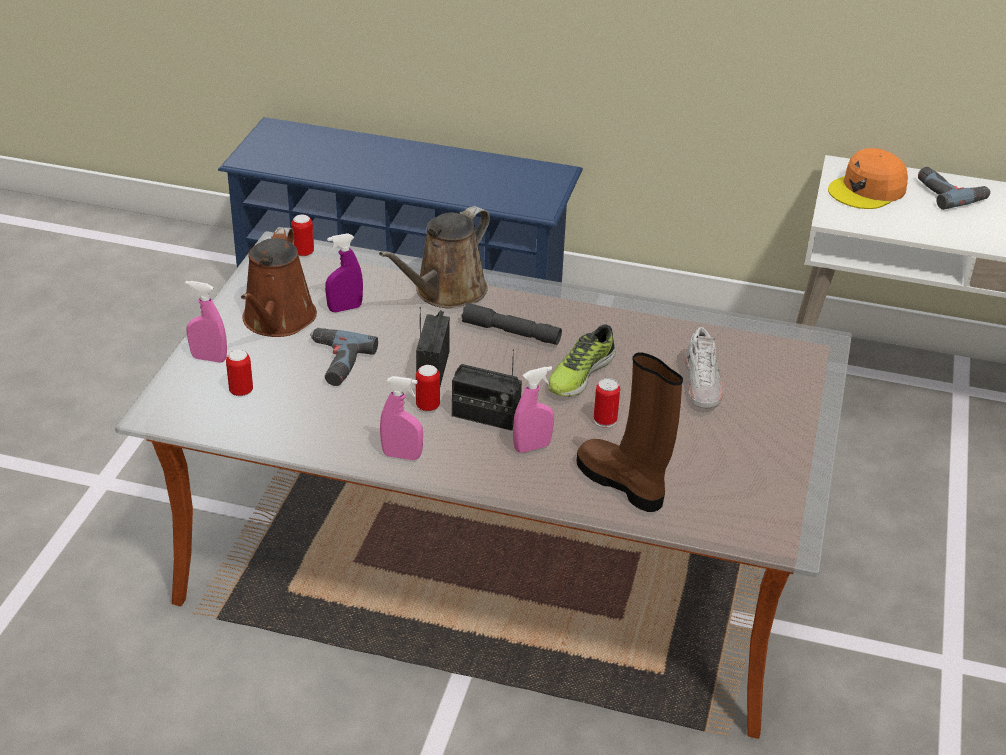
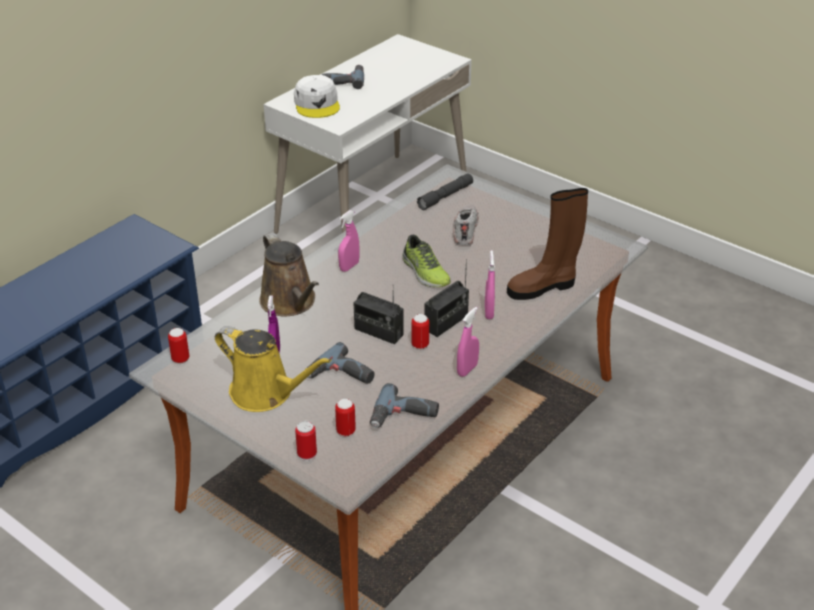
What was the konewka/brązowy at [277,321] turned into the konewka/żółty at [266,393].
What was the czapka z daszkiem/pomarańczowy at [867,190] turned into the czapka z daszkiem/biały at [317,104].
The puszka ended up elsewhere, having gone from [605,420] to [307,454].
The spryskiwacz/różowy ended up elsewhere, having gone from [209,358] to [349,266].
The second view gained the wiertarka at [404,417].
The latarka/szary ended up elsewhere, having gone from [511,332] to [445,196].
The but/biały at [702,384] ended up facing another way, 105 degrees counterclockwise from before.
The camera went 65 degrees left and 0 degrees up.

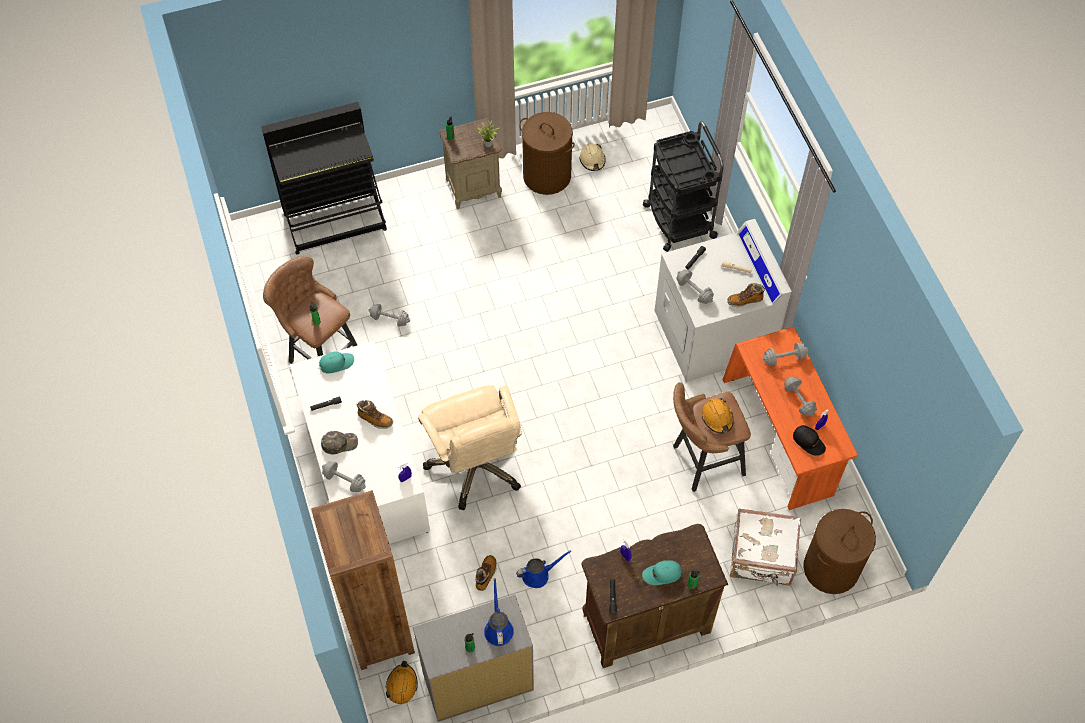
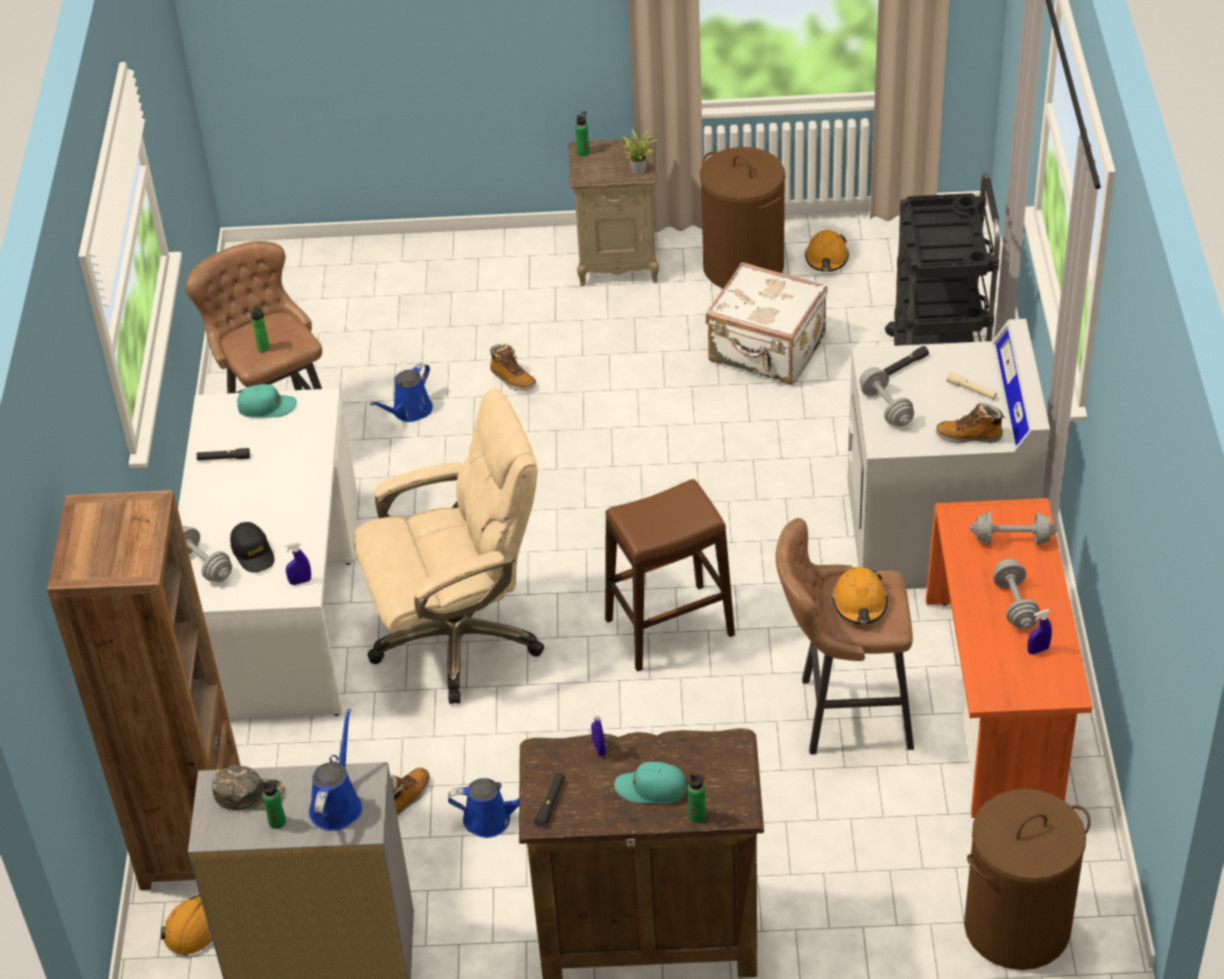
The czapka z daszkiem/zielony ended up elsewhere, having gone from [339,443] to [249,793].
The czapka z daszkiem/czarny ended up elsewhere, having gone from [808,442] to [253,552].
The krzesło biurowe/beżowy at [475,464] ended up facing another way, 105 degrees counterclockwise from before.
Where the hantel/szary stood at [390,319], the konewka/niebieski came to stand at [409,411].
The but z cholewką ended up elsewhere, having gone from [375,419] to [512,379].
The second view gained the stołek/brązowy at [669,628].
The walizka/biały ended up elsewhere, having gone from [762,558] to [766,351].
What was the kask/beżowy at [592,160] turned into the kask/pomarańczowy at [826,258].
The second view lost the regał na buty/czarny at [336,224].
The camera went 20 degrees right and 15 degrees down.

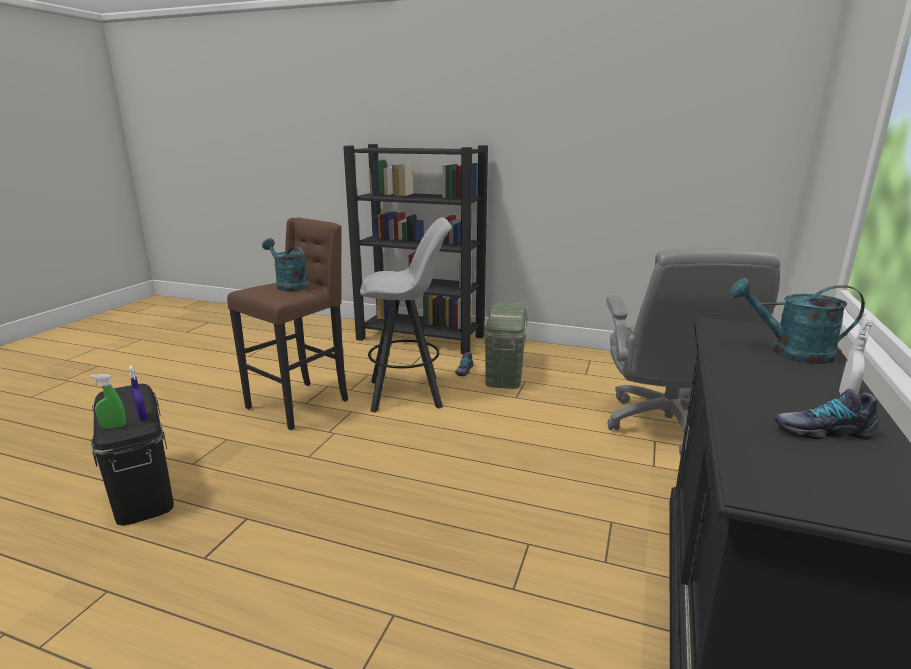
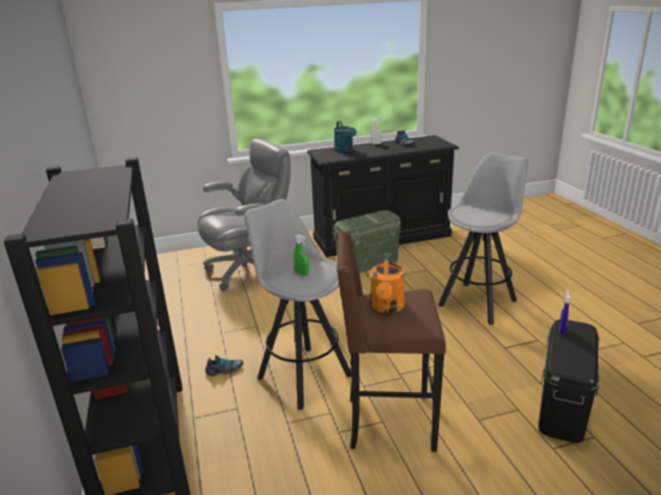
The spryskiwacz/zielony ended up elsewhere, having gone from [113,427] to [302,273].
The pojemnik do przechowywania/zielony ended up elsewhere, having gone from [505,372] to [368,263].
What was the konewka/turkusowy at [288,285] turned into the konewka/pomarańczowy at [387,308].
The second view gained the stołek/szary at [479,302].
The camera went 125 degrees left and 5 degrees up.

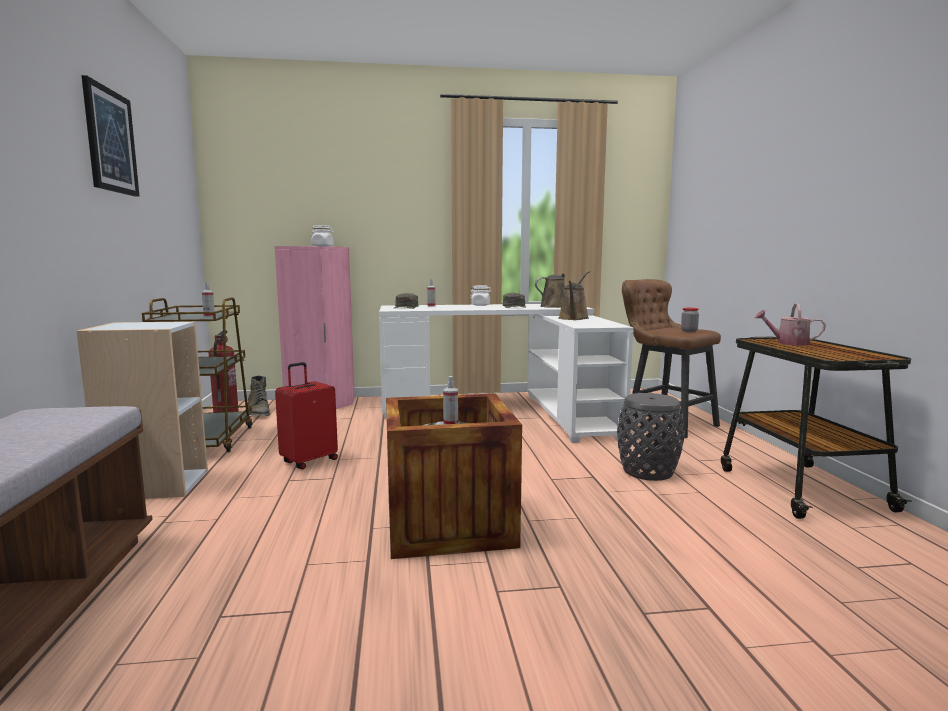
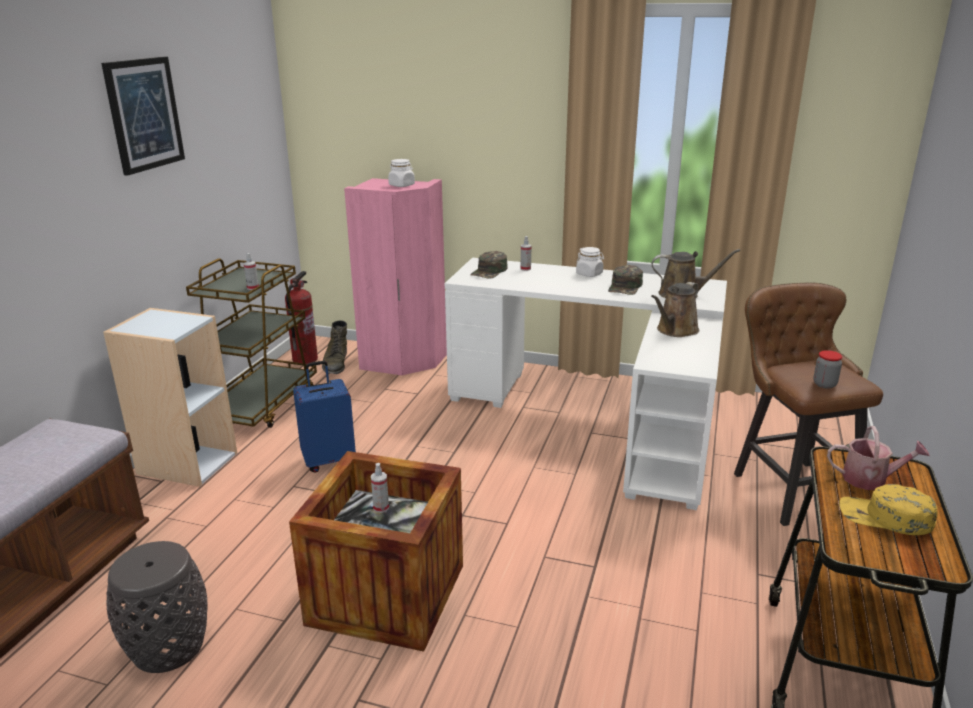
The stołek/szary ended up elsewhere, having gone from [647,471] to [168,647].
What was the walizka/czerwony at [309,461] turned into the walizka/niebieski at [329,460].
The konewka at [787,343] ended up facing another way, 150 degrees clockwise from before.
The second view gained the czapka z daszkiem/żółty at [885,517].
The camera went 25 degrees right and 15 degrees up.

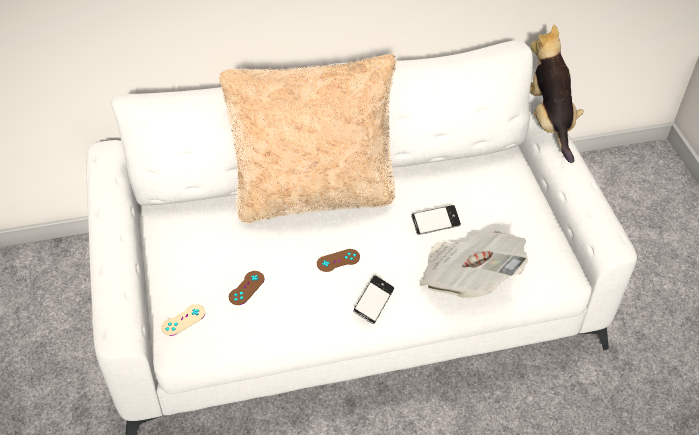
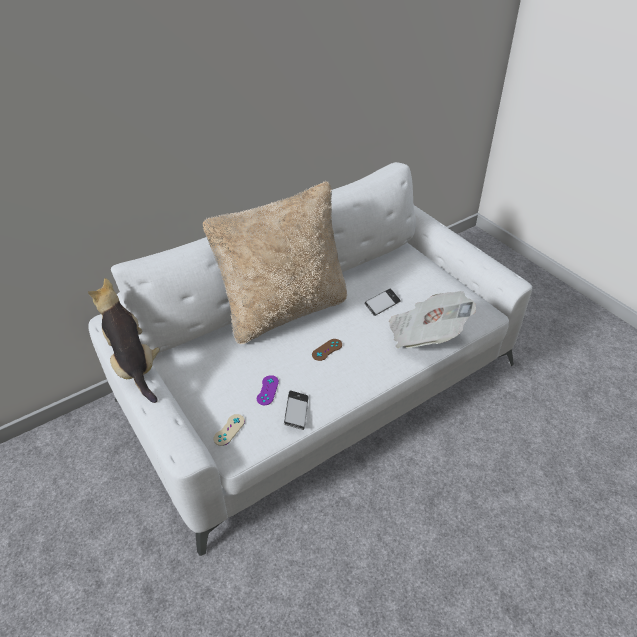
The pluszak ended up elsewhere, having gone from [549,121] to [134,365].
What was the pad do gier/brązowy at [246,288] turned into the pad do gier/fioletowy at [267,390].
The telefon ended up elsewhere, having gone from [373,302] to [296,412].
The camera went 20 degrees left and 5 degrees down.

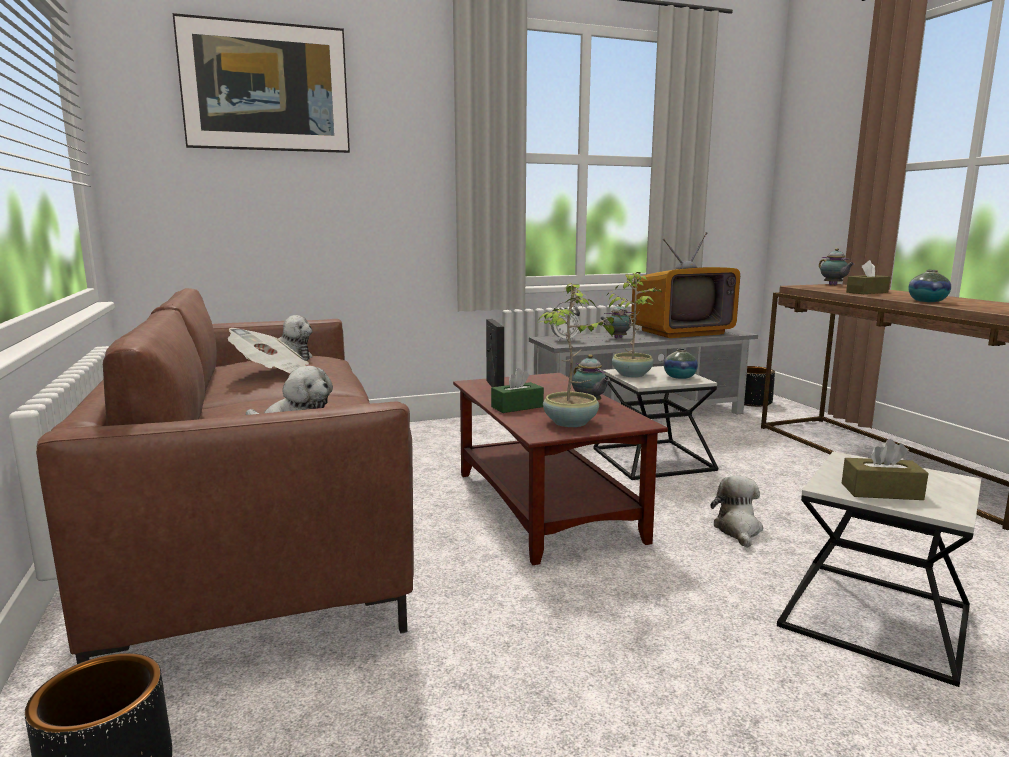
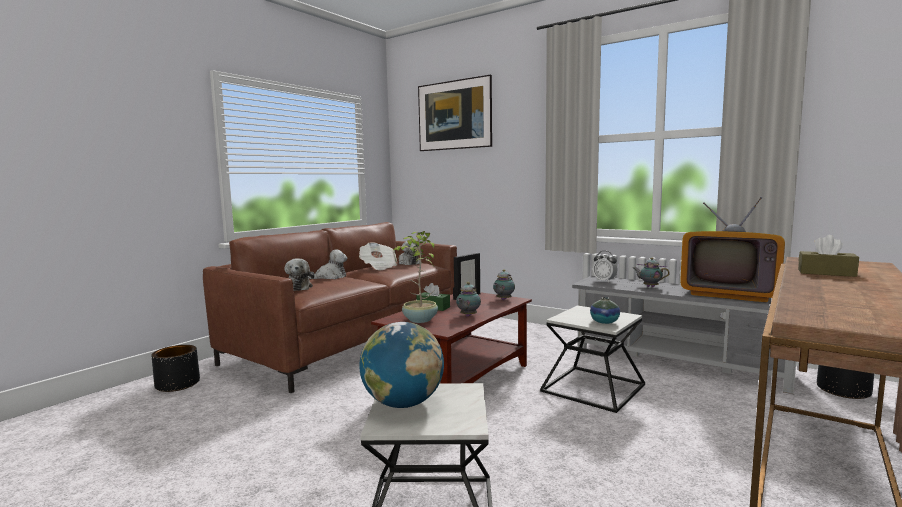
The pluszak ended up elsewhere, having gone from [738,530] to [330,277].
Where the pudełko chusteczek/brązowy stood at [881,491], the globus came to stand at [403,403].
The imbryk ended up elsewhere, having gone from [833,285] to [503,299].
The second view lost the roślina doniczkowa at [632,374].
The second view lost the wazon at [927,301].
The camera went 55 degrees right and 5 degrees down.

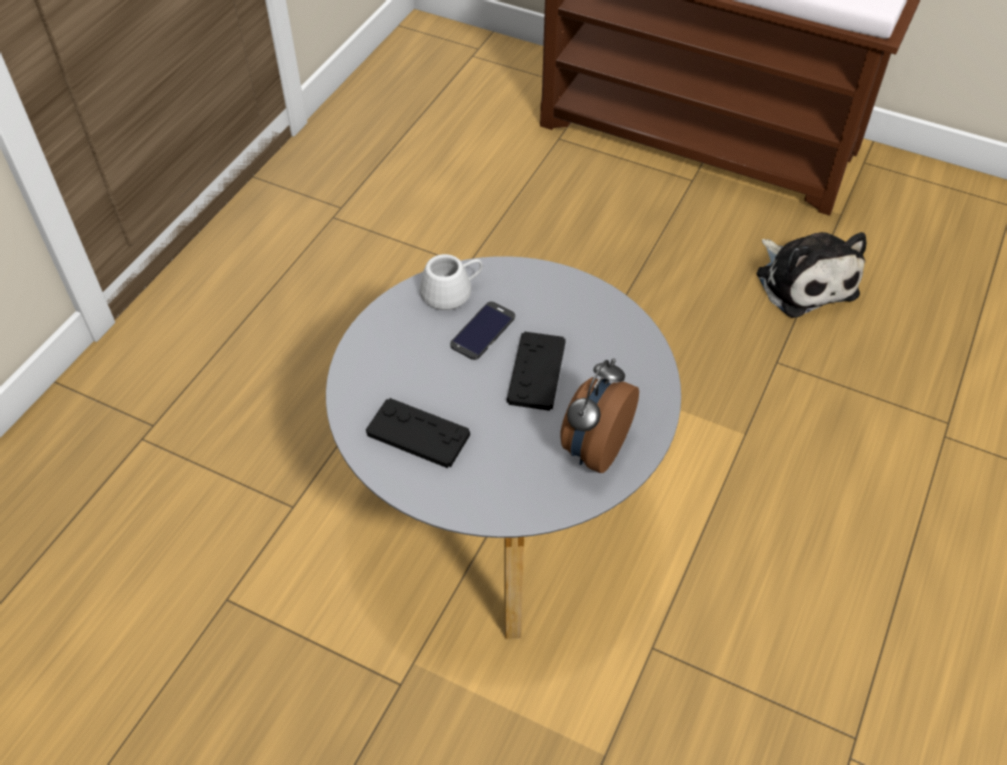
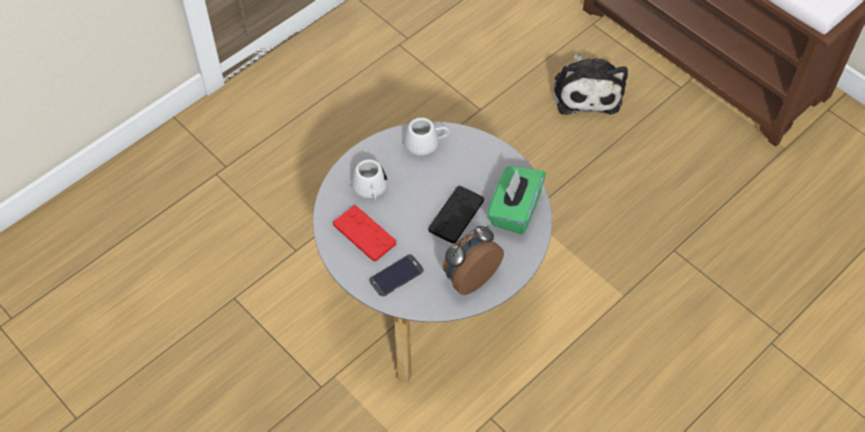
What was the pad do gier/czarny at [418,434] turned into the pad do gier/czerwony at [364,234].
The second view gained the kubek/biały at [370,189].
The telefon ended up elsewhere, having gone from [483,331] to [396,275].
The second view gained the pudełko chusteczek/zielony at [514,210].
The pluszak ended up elsewhere, having gone from [803,281] to [586,91].
The camera went 20 degrees right and 5 degrees up.

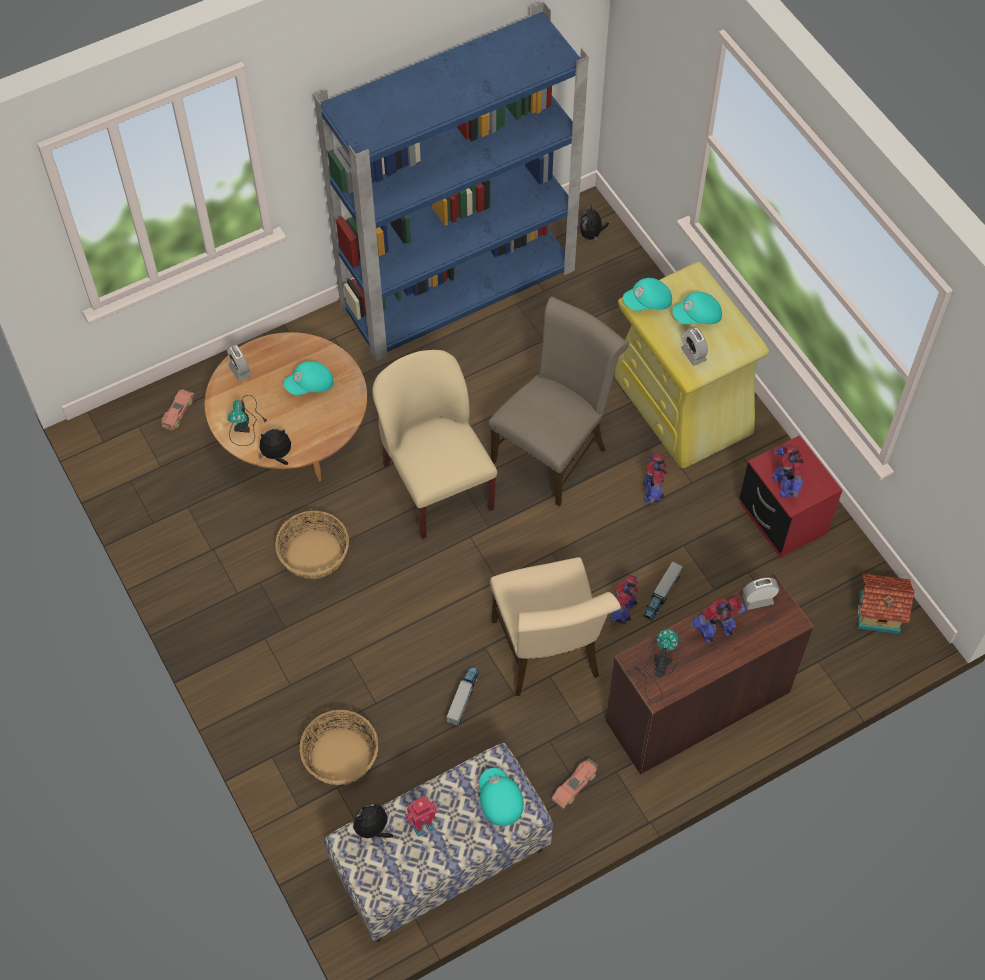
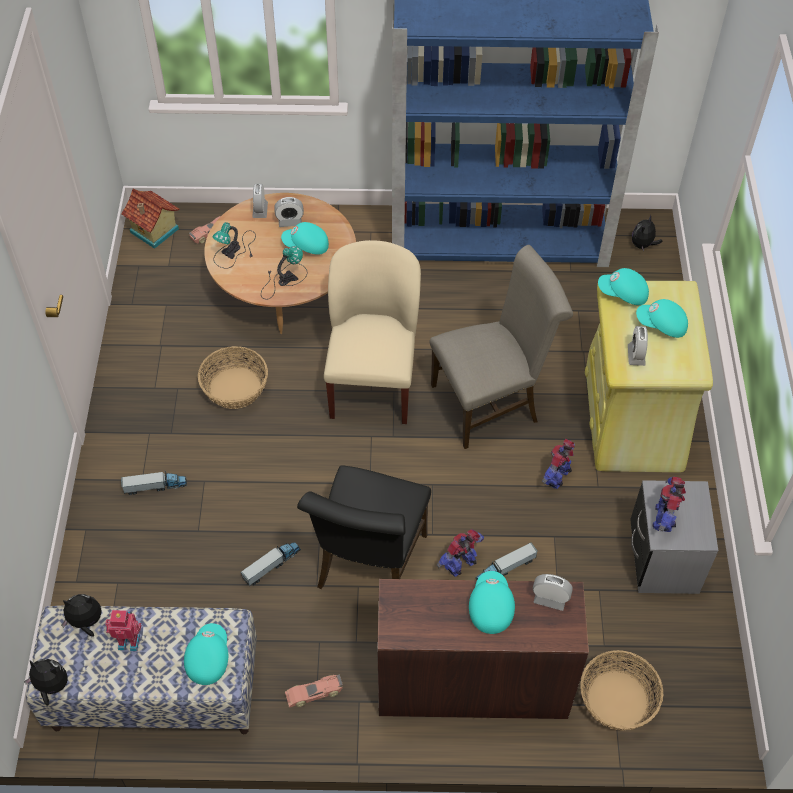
The pluszak ended up elsewhere, having gone from [277,455] to [51,686].
The domek ended up elsewhere, having gone from [879,614] to [153,231].
The second view gained the ciężarówka zabawkowa at [155,486].
The lampa stołowa ended up elsewhere, having gone from [657,668] to [283,279].
The second view gained the budzik at [290,222].
What was the krzesło/beżowy at [548,654] turned into the krzesło/czarny at [369,567].
Where the robot zabawkowy stood at [717,631], the czapka z daszkiem/turkusowy came to stand at [490,607].
The koszyk ended up elsewhere, having gone from [340,756] to [616,699].
What was the szafka nocna/czerwony at [782,518] turned into the szafka nocna/szary at [663,559].
The camera went 30 degrees right and 5 degrees down.

